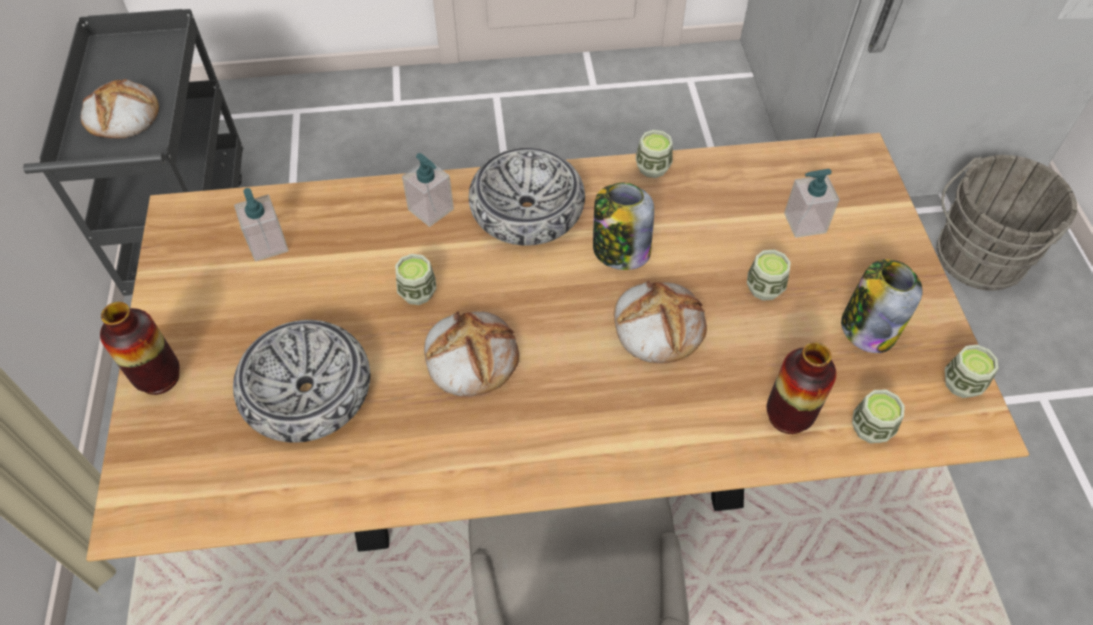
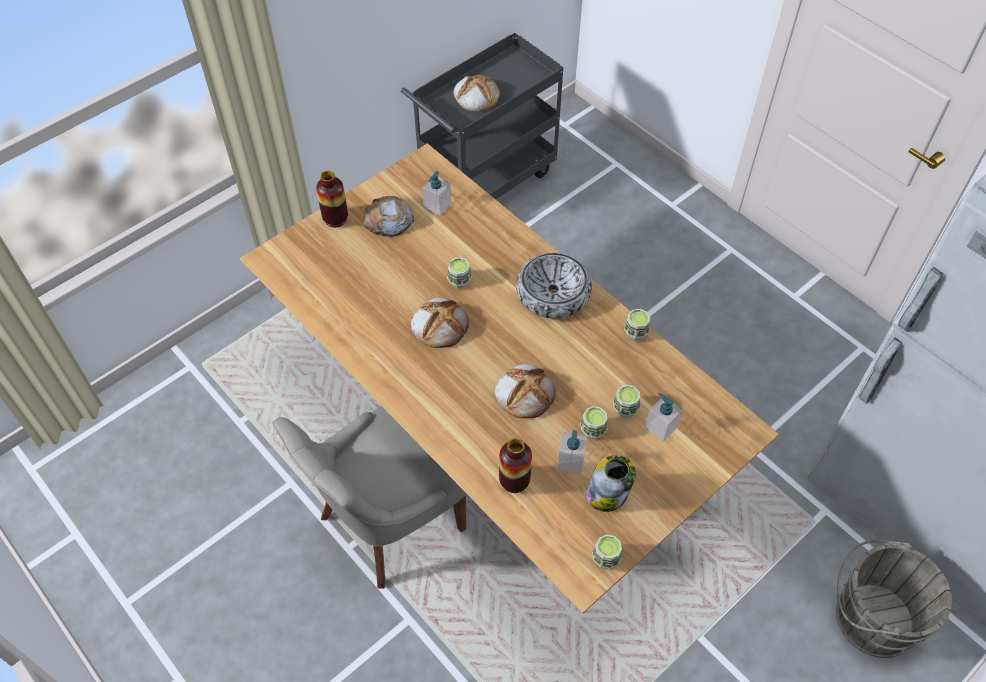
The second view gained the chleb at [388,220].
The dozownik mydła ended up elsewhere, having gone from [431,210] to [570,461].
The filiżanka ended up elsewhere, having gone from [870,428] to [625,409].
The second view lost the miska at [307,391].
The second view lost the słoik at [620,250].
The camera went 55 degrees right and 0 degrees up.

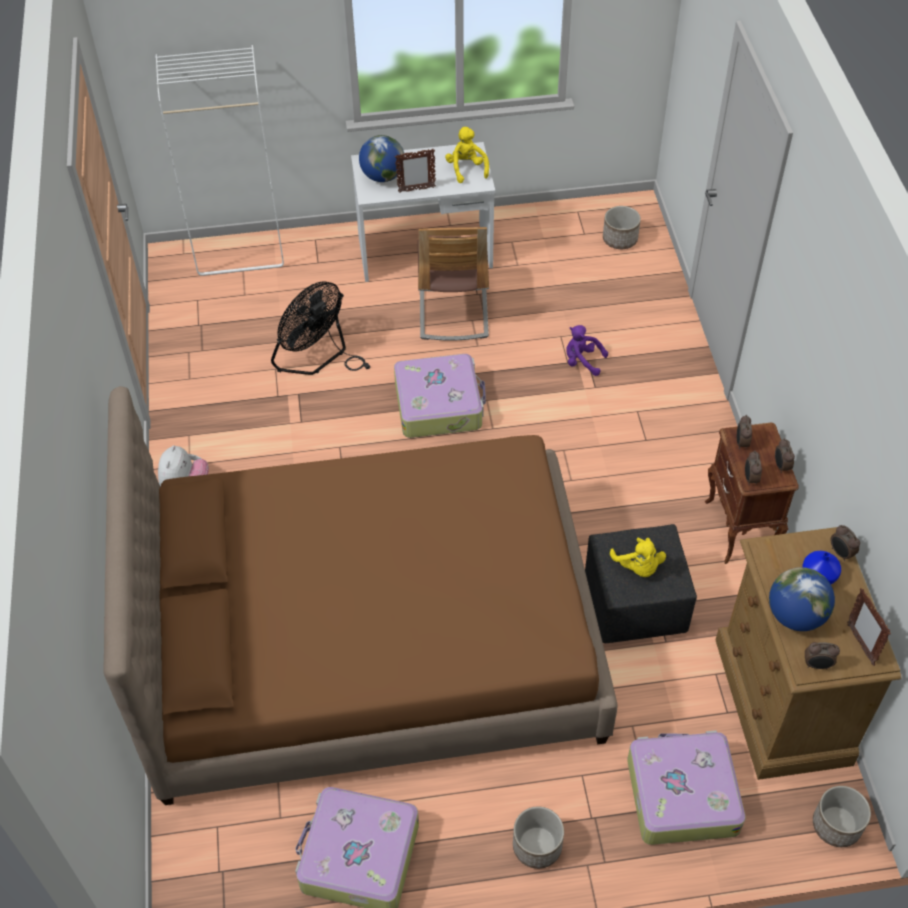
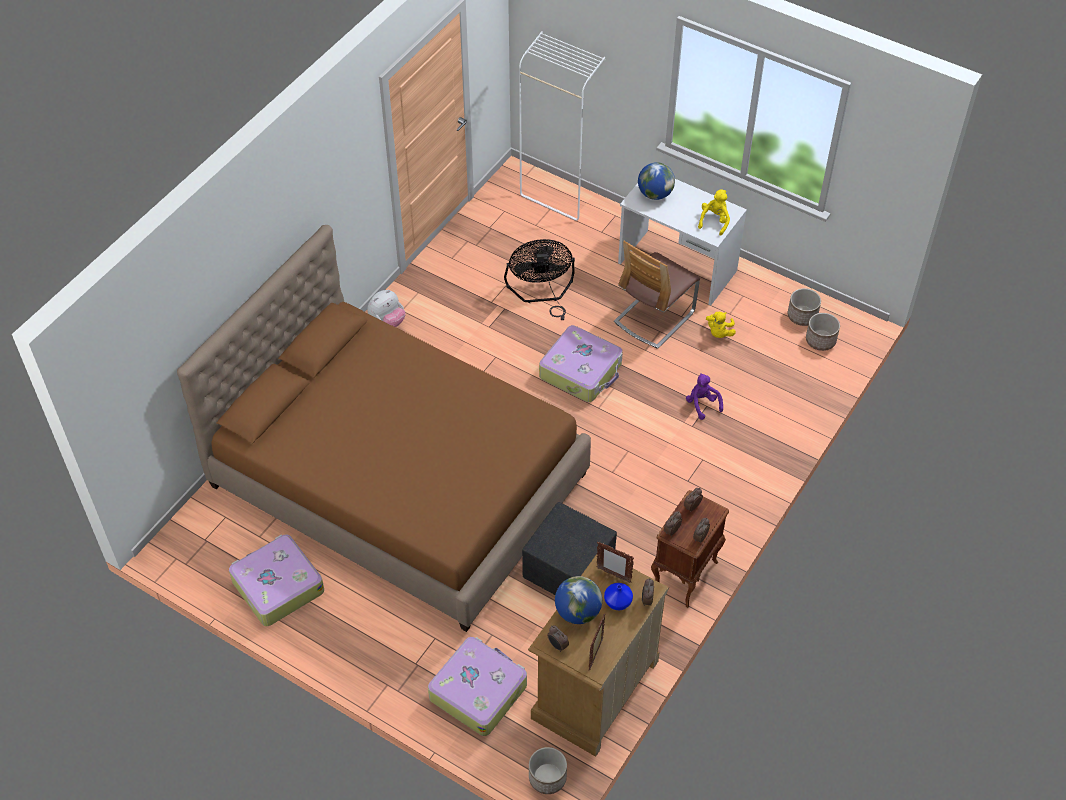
The ramka na zdjęcie ended up elsewhere, having gone from [416,189] to [613,575].
The pluszak/żółty ended up elsewhere, having gone from [638,567] to [719,333].
The donica ended up elsewhere, having gone from [537,846] to [802,316].
The camera went 40 degrees right and 0 degrees up.

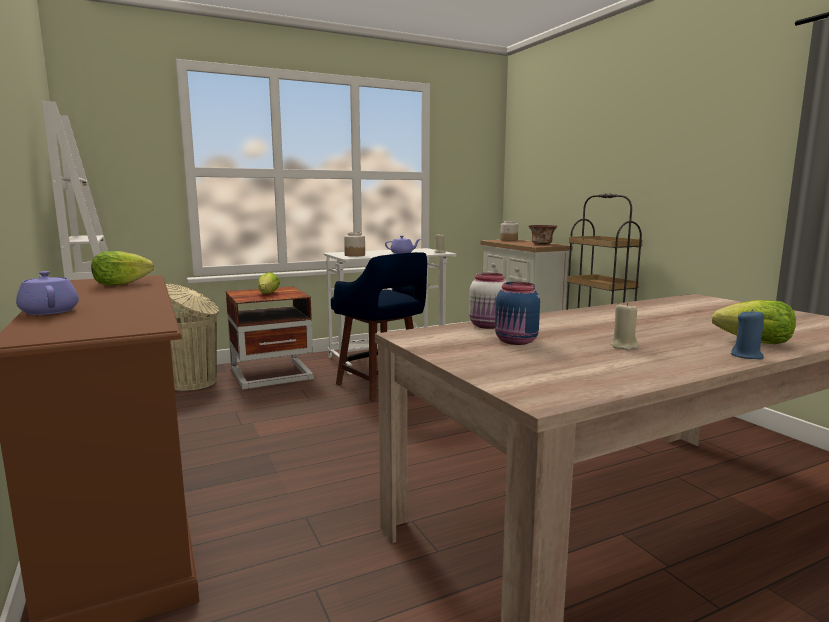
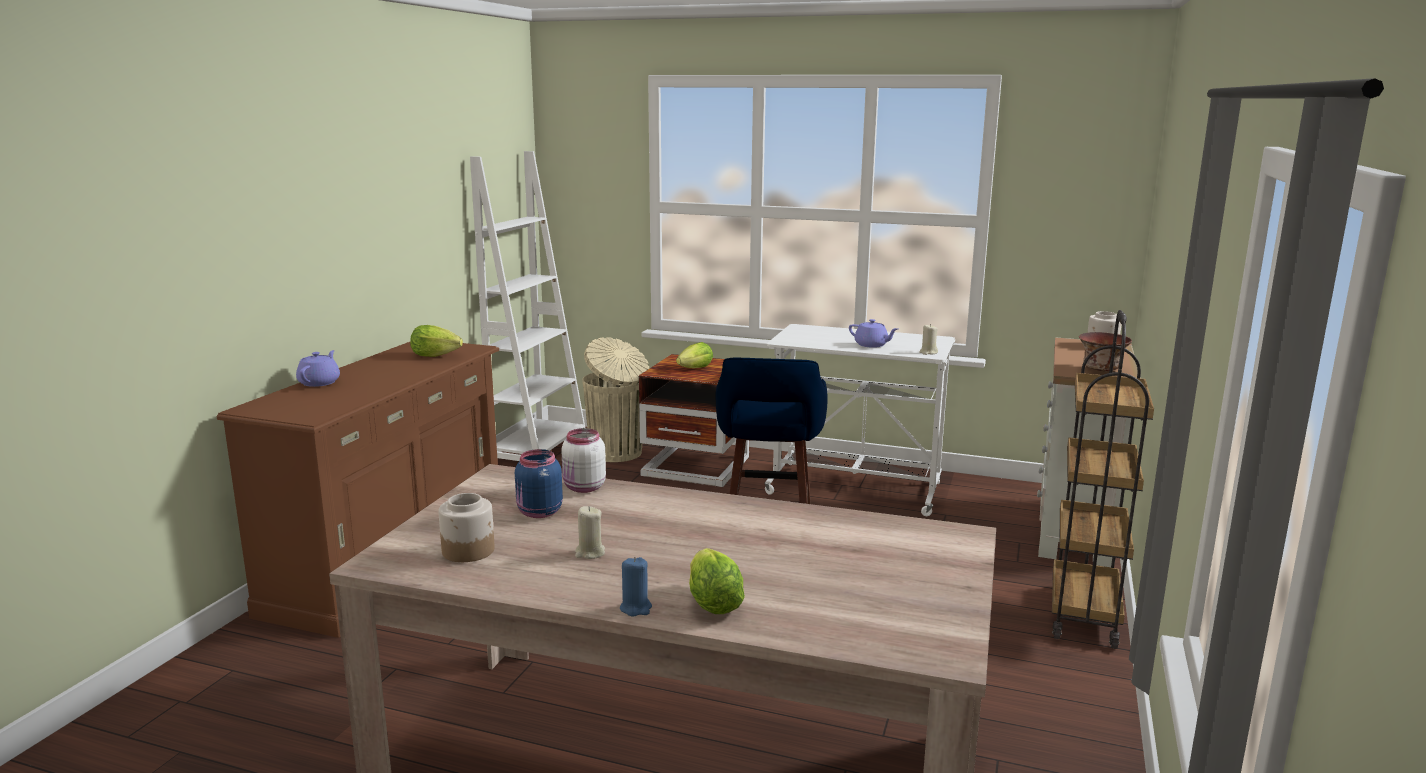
The słoik ended up elsewhere, having gone from [355,255] to [469,551].
The camera went 45 degrees right and 5 degrees up.

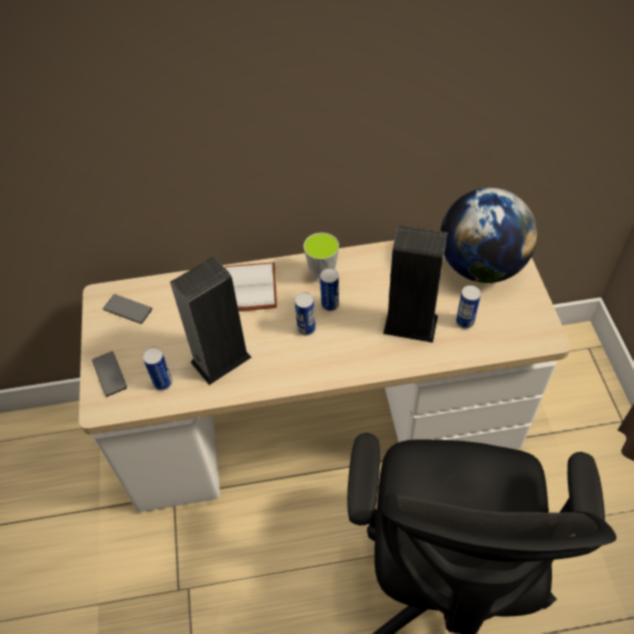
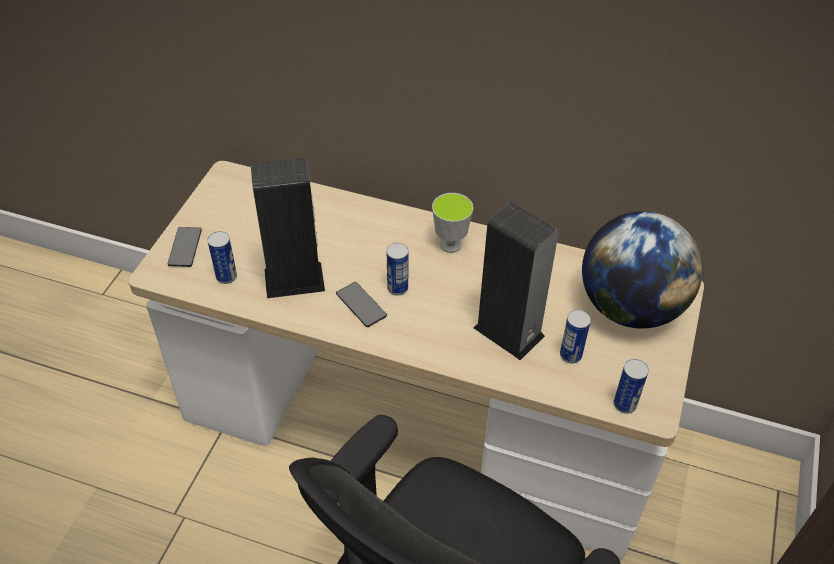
The telefon ended up elsewhere, having gone from [128,309] to [361,305].
The puszka ended up elsewhere, having gone from [330,304] to [624,404].
The second view lost the książka/biały at [252,289].
The camera went 25 degrees right and 5 degrees down.

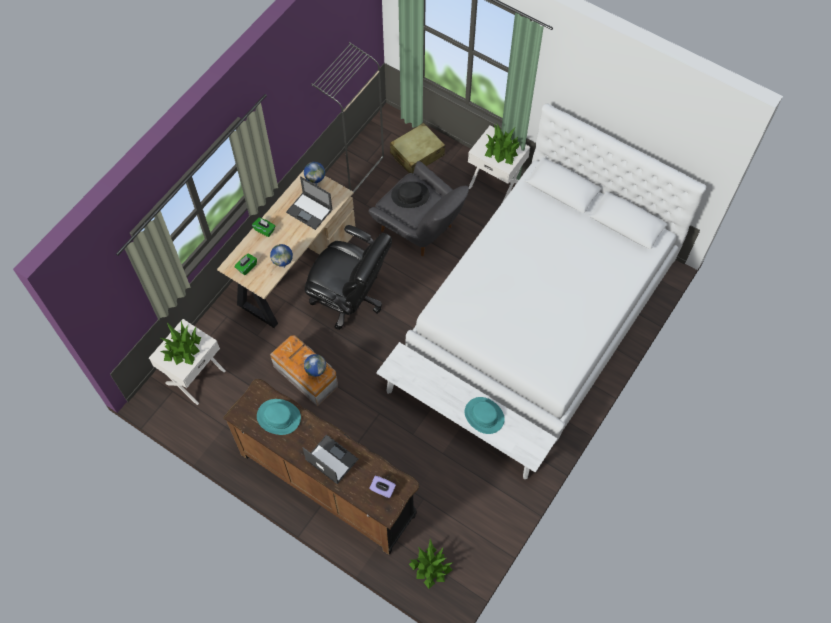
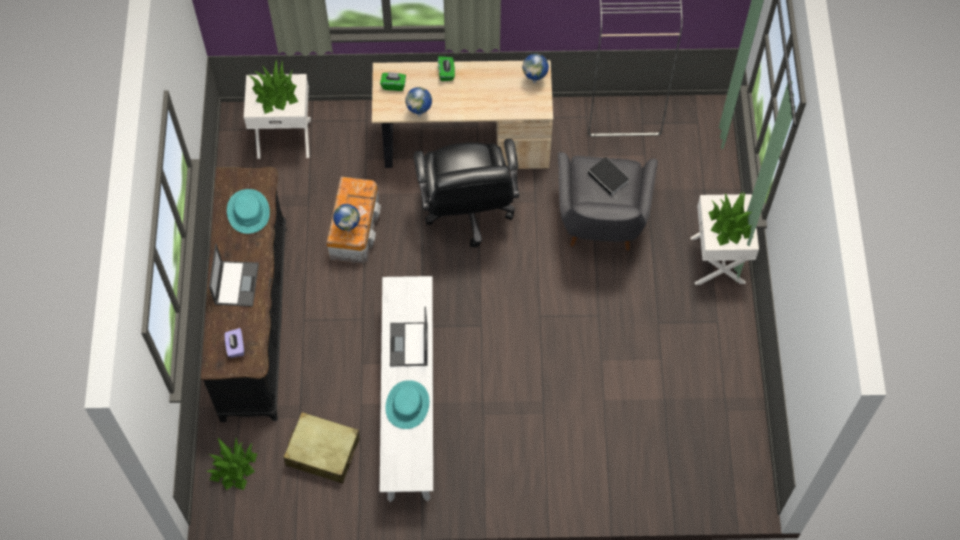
The walizka/beżowy ended up elsewhere, having gone from [417,154] to [322,452].
The laptop ended up elsewhere, having gone from [310,211] to [409,345].
Where the kapelusz/czarny stood at [410,195], the książka came to stand at [609,178].
The second view lost the łóżko/biały at [543,308].
The camera went 55 degrees right and 0 degrees up.

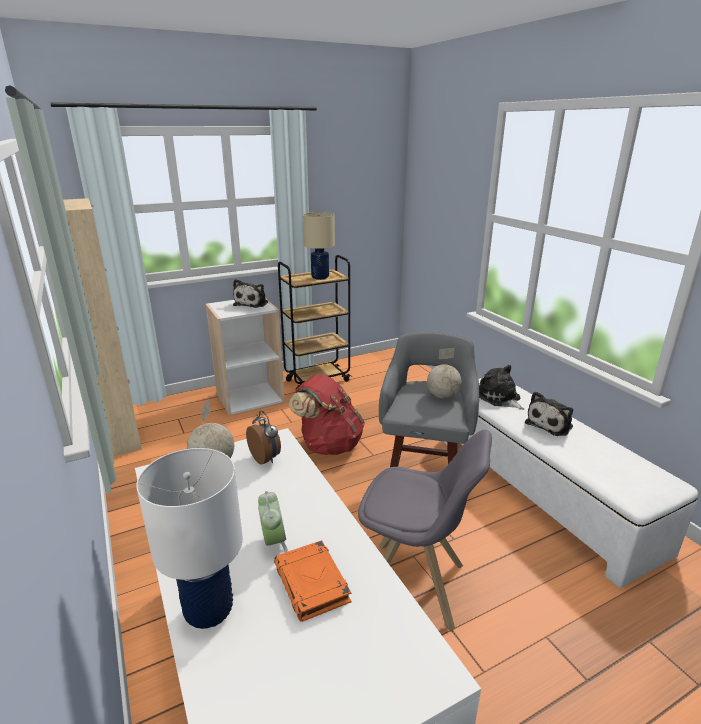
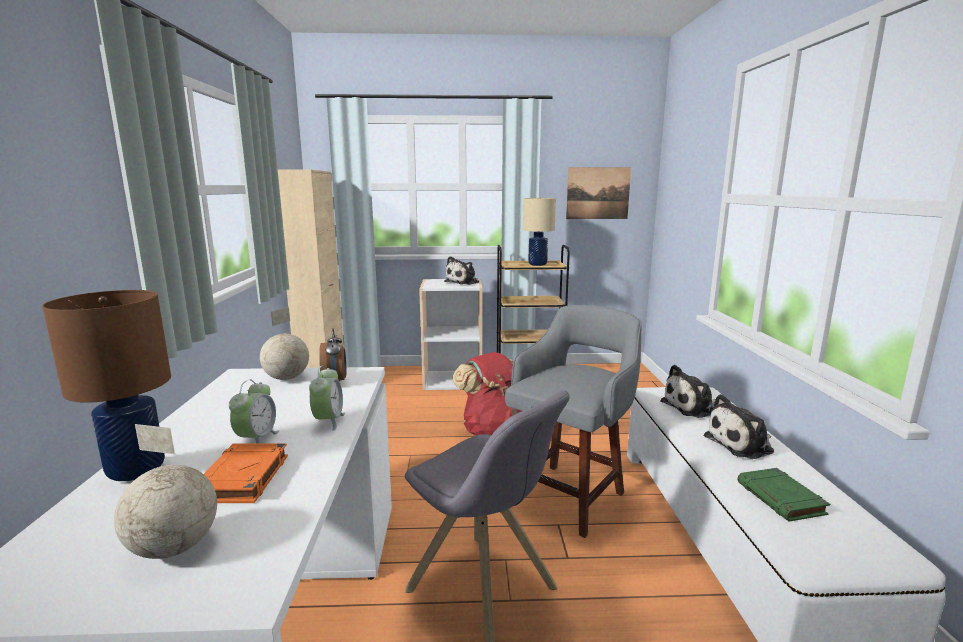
What was the lampa stołowa/biały at [210,612] turned into the lampa stołowa/brązowy at [137,472].
The globus ended up elsewhere, having gone from [442,396] to [174,547].
The second view gained the budzik at [328,421].
The second view gained the obraz at [598,193].
The pluszak at [499,398] ended up facing another way, 105 degrees counterclockwise from before.
The second view gained the książka/zielony at [781,499].
The camera went 25 degrees right and 10 degrees down.

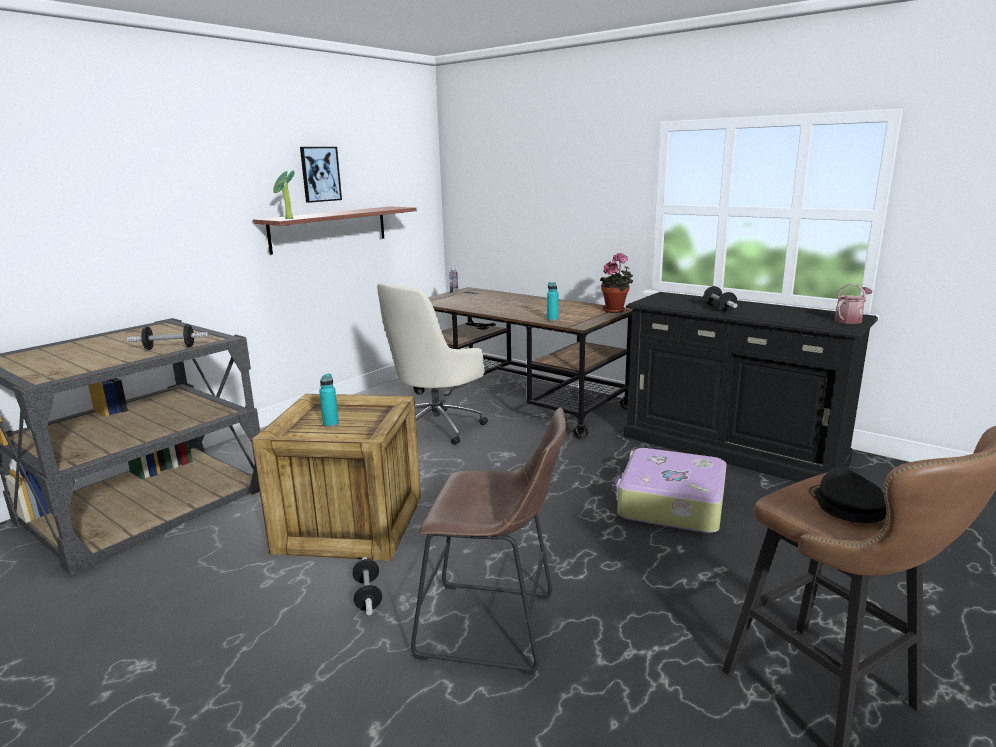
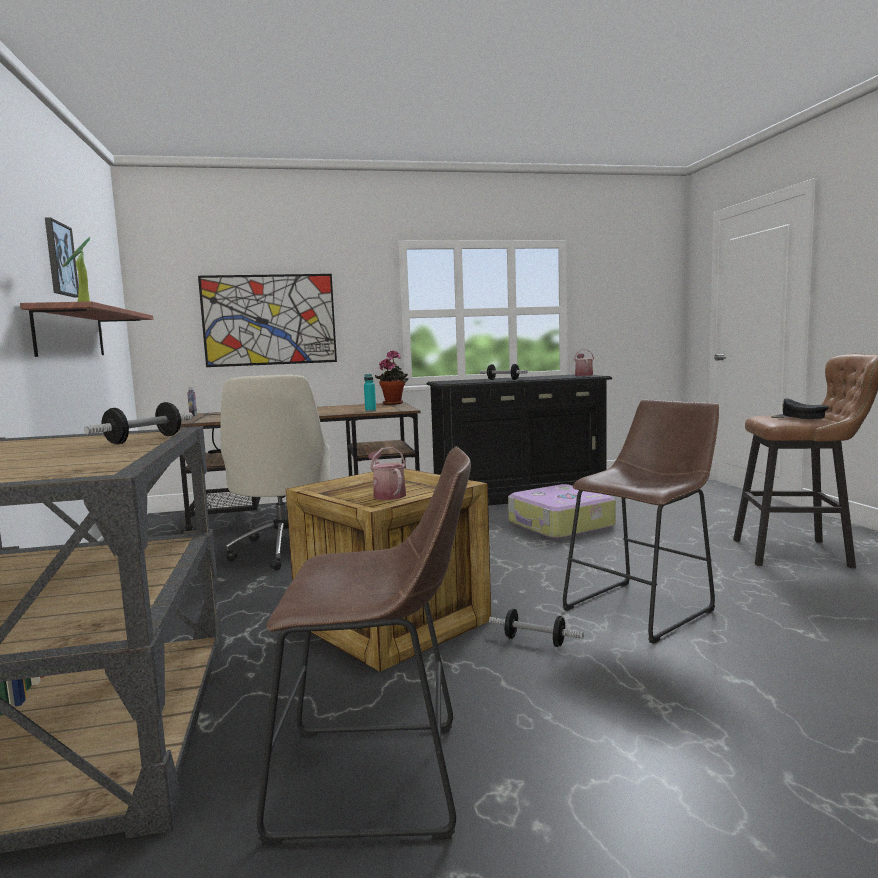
The second view gained the obraz at [269,320].
The second view gained the stołek/brązowy at [381,780].
Where the butelka/turkusowy stood at [331,424], the konewka came to stand at [387,494].
The camera went 50 degrees left and 10 degrees down.

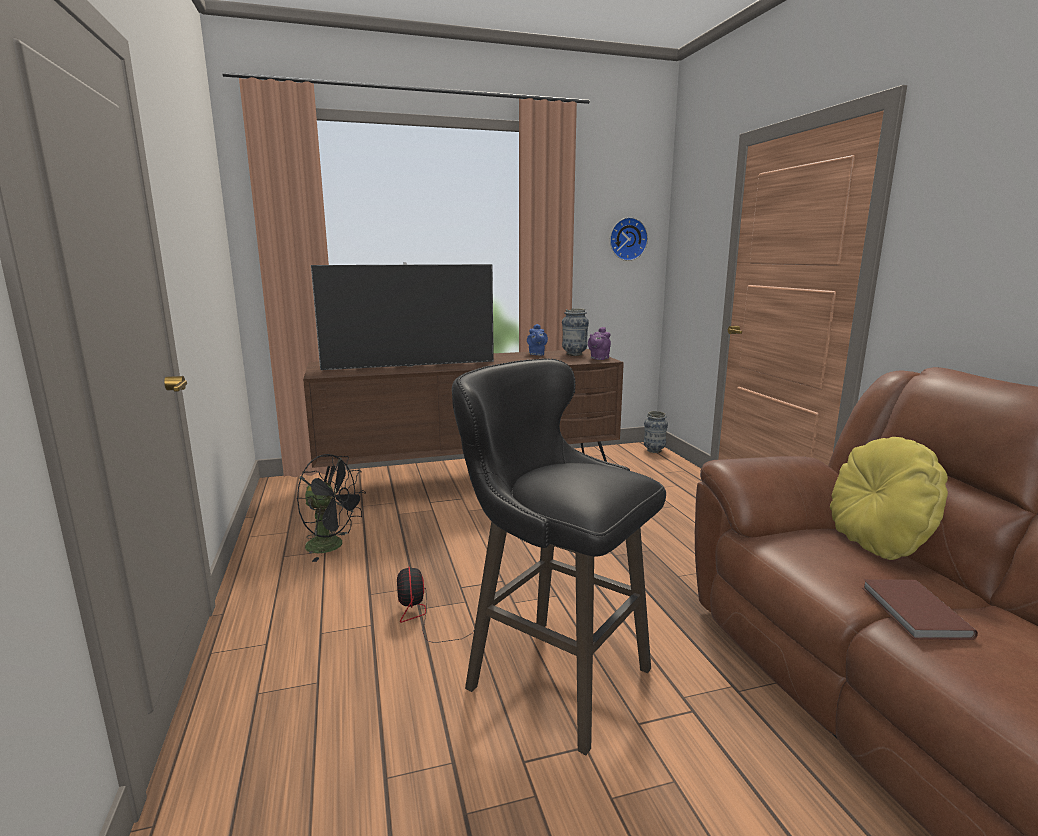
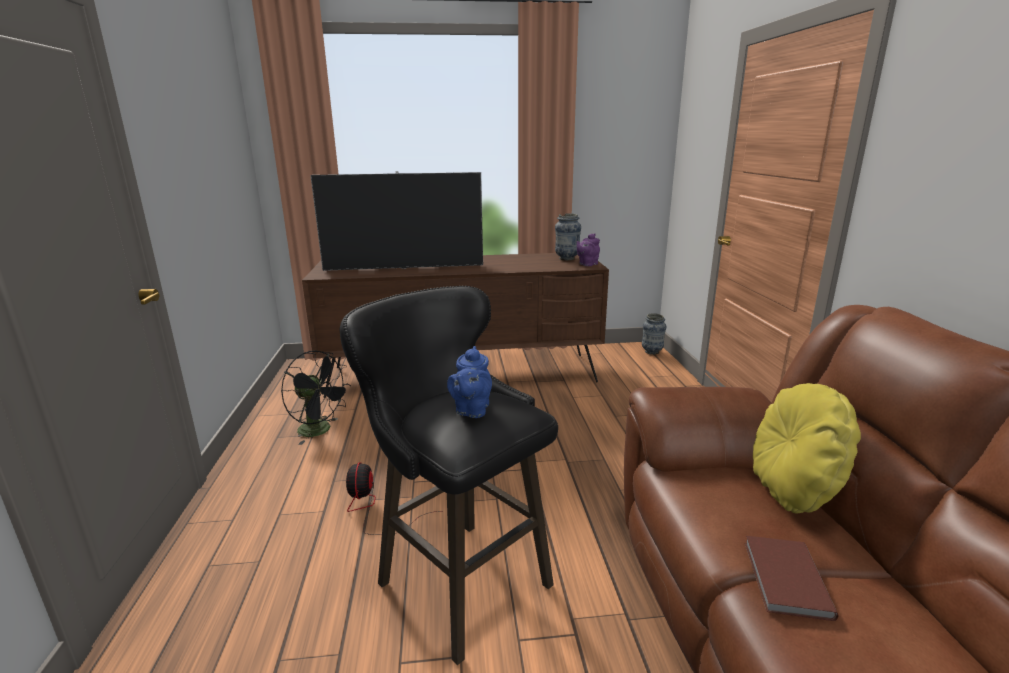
The imbryk/niebieski ended up elsewhere, having gone from [536,354] to [471,410].
The second view lost the zegar ścienny at [627,239].
The camera went 10 degrees right and 5 degrees up.

